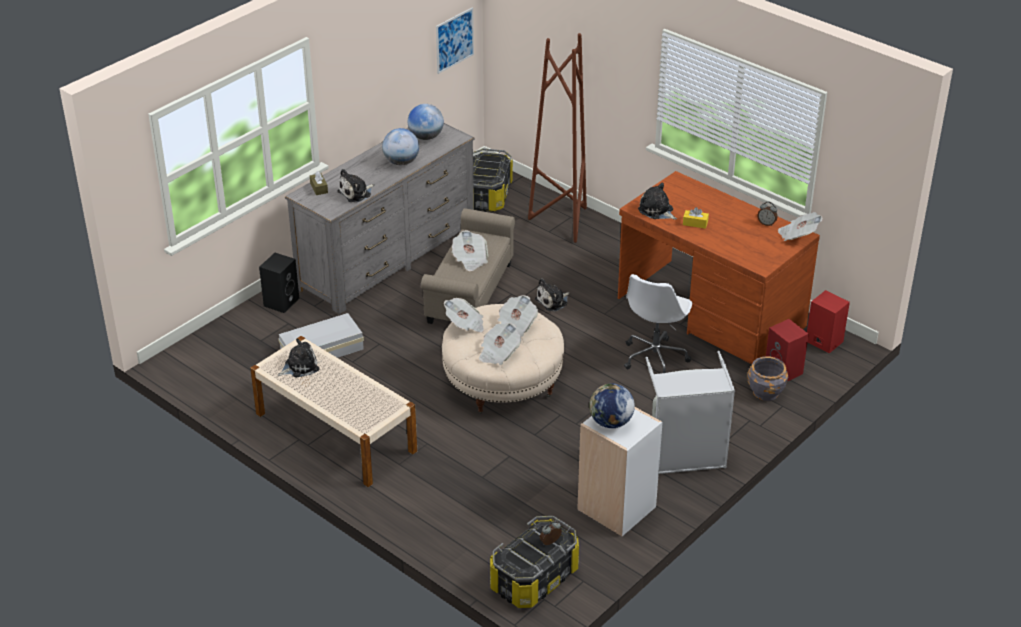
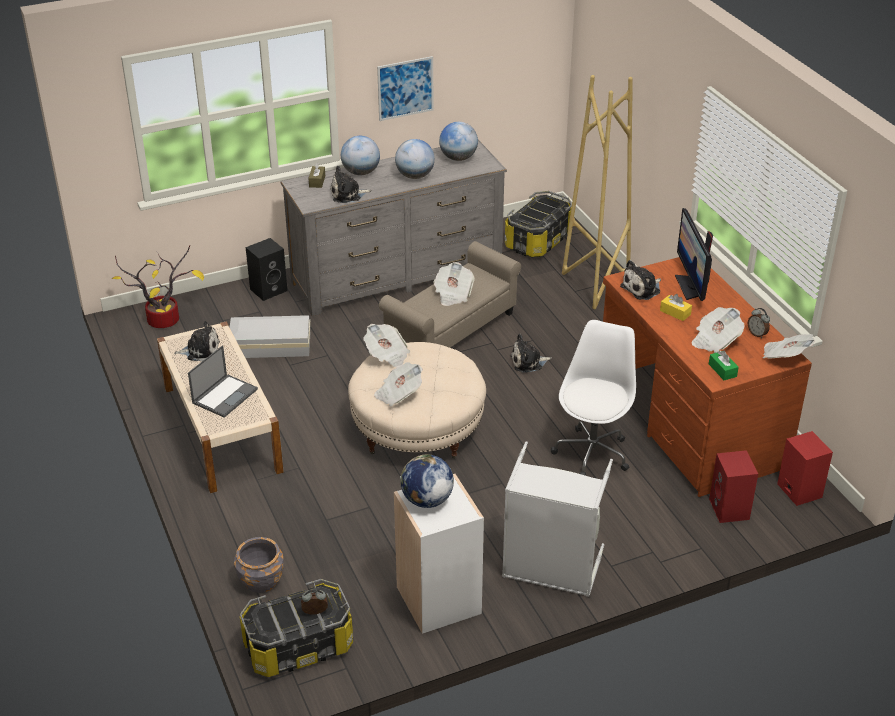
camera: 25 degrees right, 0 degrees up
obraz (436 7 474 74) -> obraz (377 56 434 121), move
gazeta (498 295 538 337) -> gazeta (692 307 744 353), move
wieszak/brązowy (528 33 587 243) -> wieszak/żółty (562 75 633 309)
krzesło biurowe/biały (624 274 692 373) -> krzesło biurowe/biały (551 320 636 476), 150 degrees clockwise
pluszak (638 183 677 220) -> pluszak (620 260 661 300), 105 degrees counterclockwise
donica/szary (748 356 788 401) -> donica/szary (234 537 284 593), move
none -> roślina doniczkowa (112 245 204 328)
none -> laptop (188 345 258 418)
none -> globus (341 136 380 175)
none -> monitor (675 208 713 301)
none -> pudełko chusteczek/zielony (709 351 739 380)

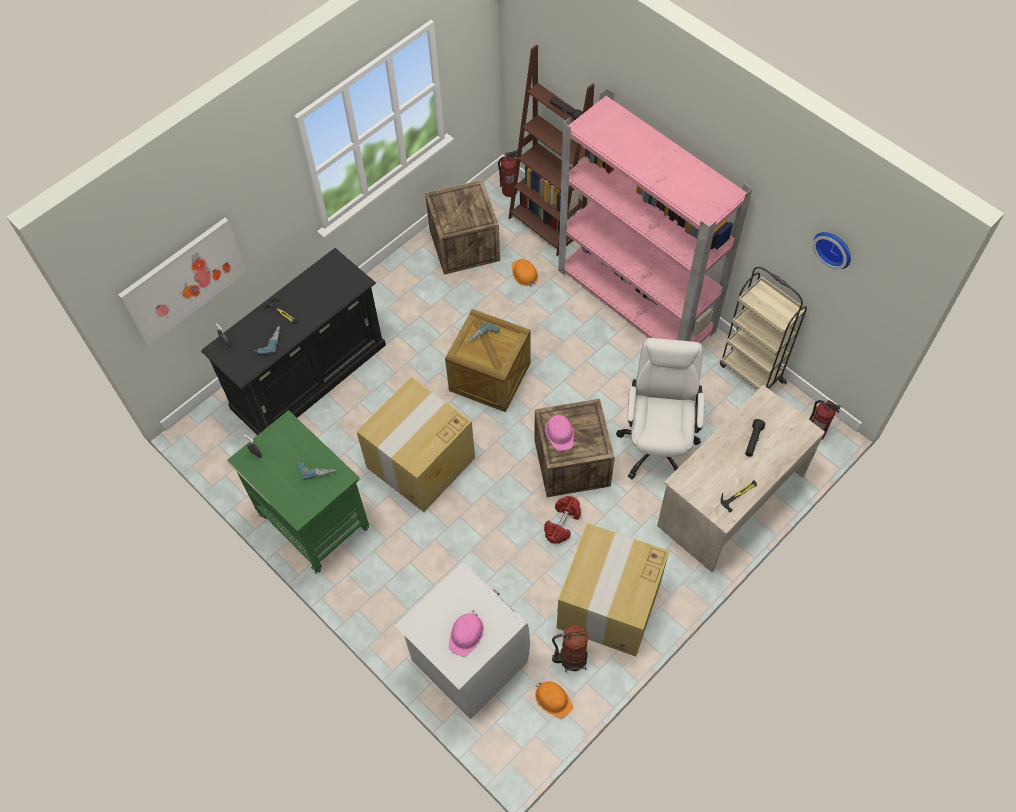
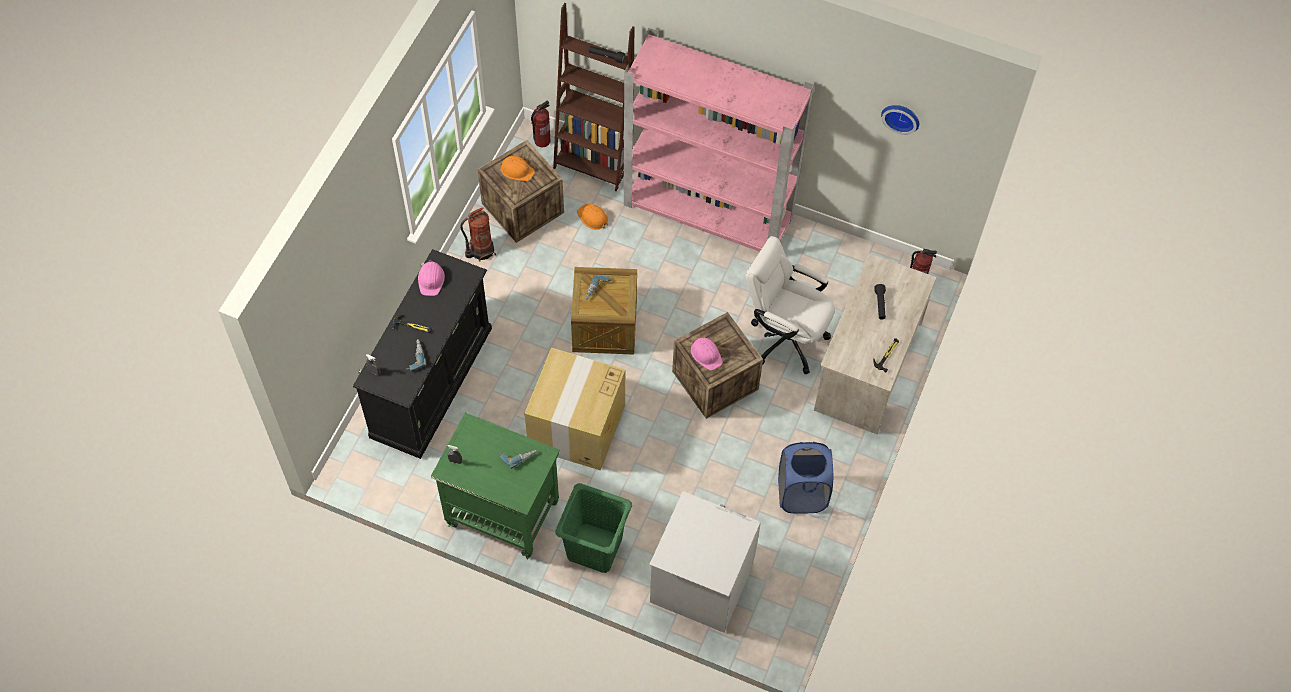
camera: 25 degrees left, 0 degrees up
obraz (118 217 247 346) -> none
kask/różowy (449 610 484 657) -> kask/różowy (418 260 445 296), move
kask/pomarańczowy (535 682 573 719) -> kask/pomarańczowy (499 156 535 181), move
hantel/czerwony (544 496 581 544) -> none
gaśnica (552 624 589 672) -> gaśnica (460 207 496 262), move
karton (557 523 669 657) -> kosz na pranie/niebieski (778 442 833 514)
krzesło biurowe/biały (616 338 705 479) -> krzesło biurowe/biały (746 236 835 374), 45 degrees counterclockwise
wózek/beżowy (720 267 807 390) -> none
none -> kosz na pranie/zielony (555 483 632 573)

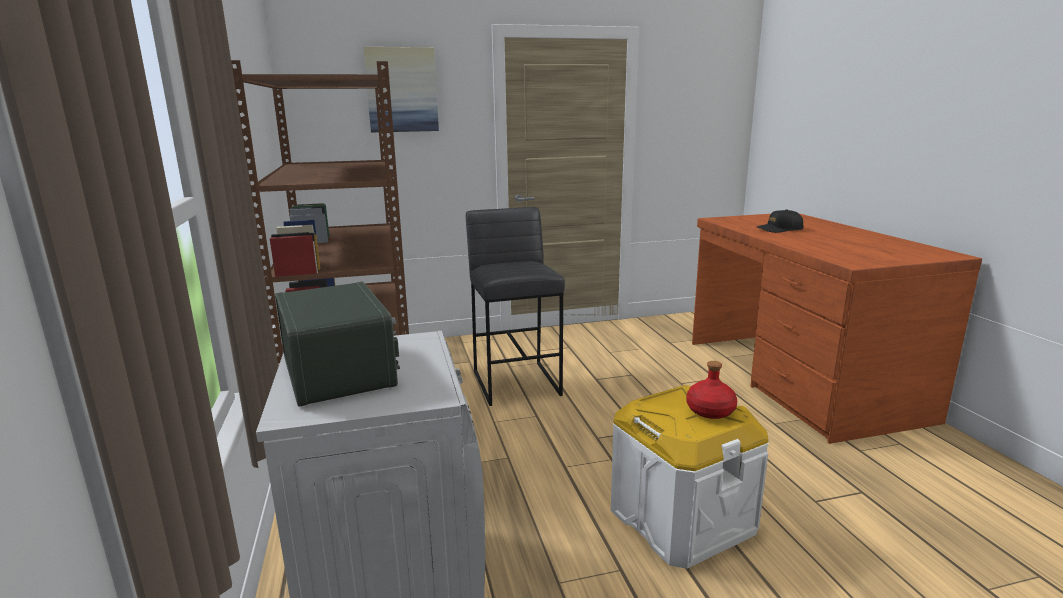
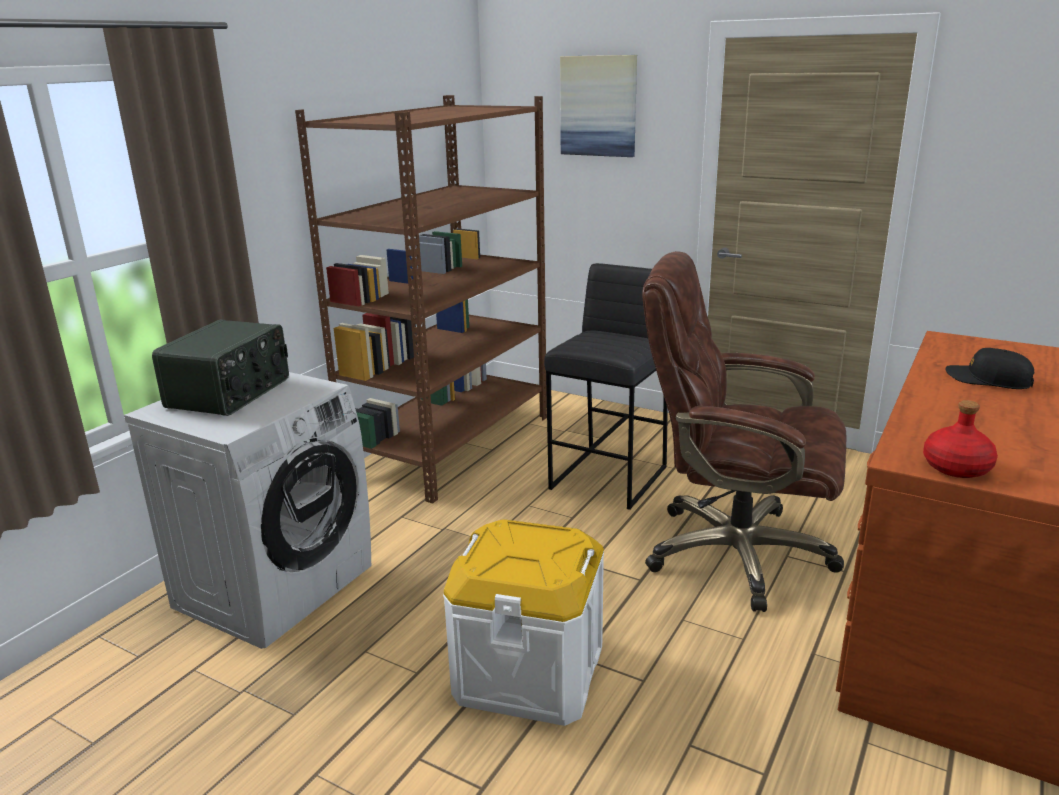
camera: 45 degrees right, 5 degrees up
butelka/czerwony (686 361 737 419) -> butelka/czerwony (923 400 998 478), move
none -> krzesło biurowe/brązowy (642 251 846 612)

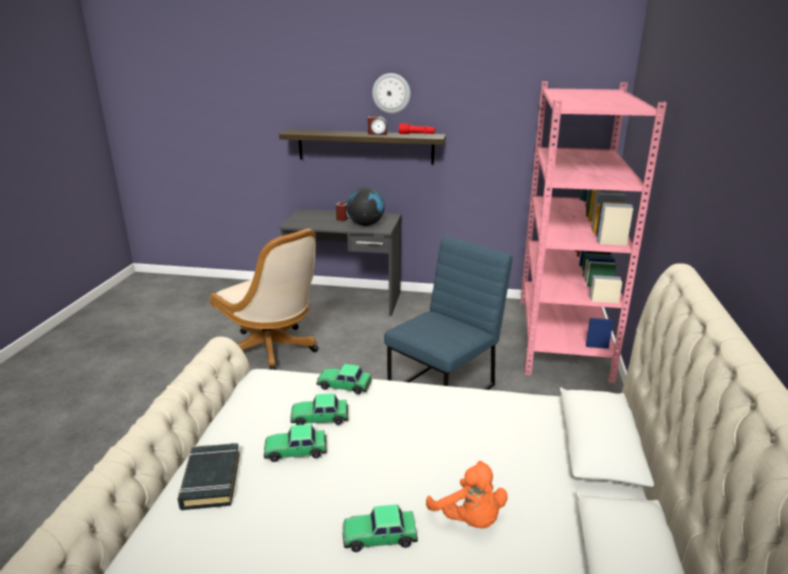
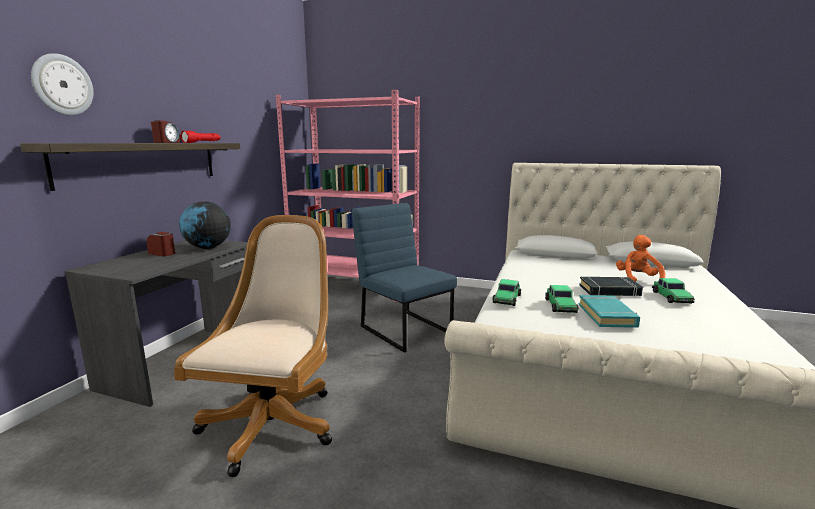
camera: 80 degrees left, 10 degrees down
książka/czarny (178 443 240 510) -> książka/czarny (579 277 643 297), move
krzesło biurowe (210 229 318 370) -> krzesło biurowe (174 215 332 477), 45 degrees counterclockwise
samochodzik (264 424 327 462) -> książka/turkusowy (579 295 640 328)
zegar ścienny (372 73 410 113) -> zegar ścienny (31 53 94 115), move
pluszak/pomarańczowy (426 461 508 528) -> pluszak/pomarańczowy (616 235 665 282), 60 degrees counterclockwise

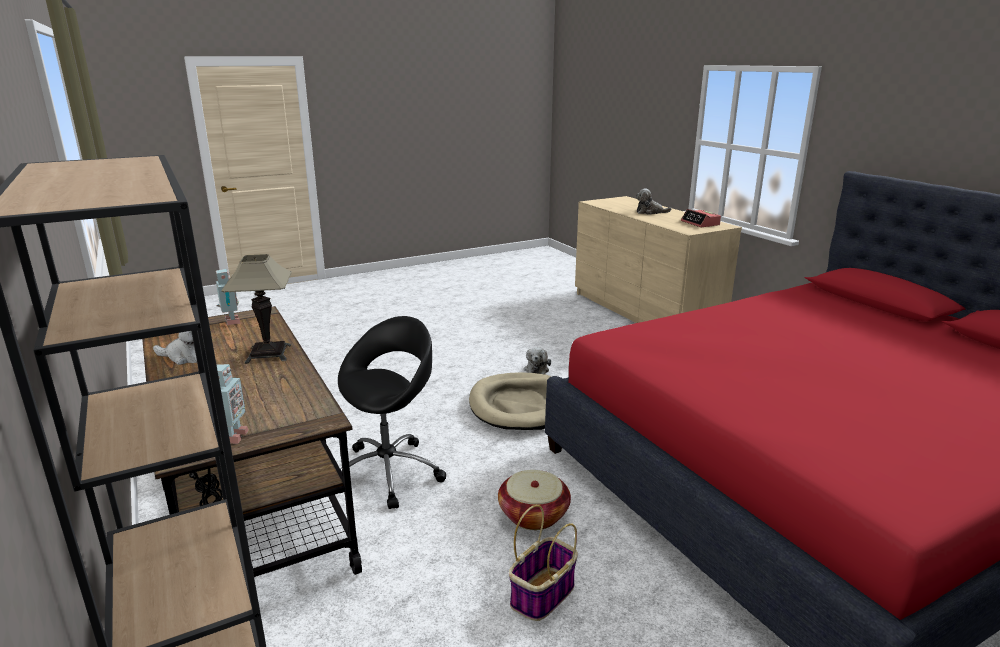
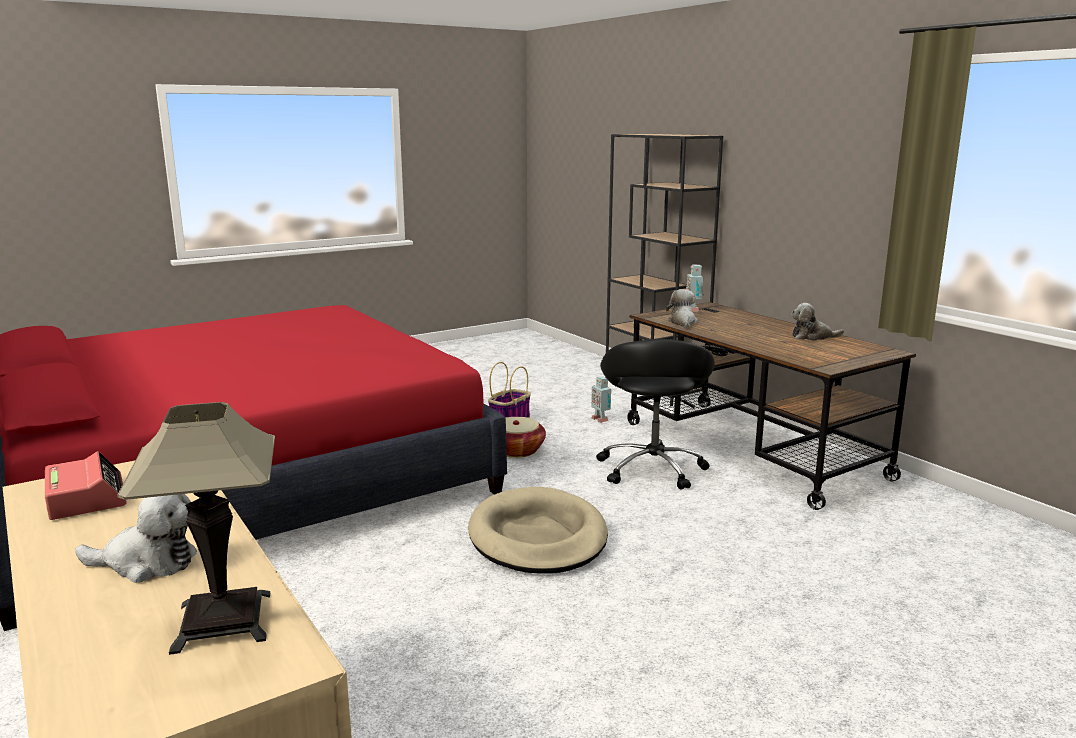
camera: 175 degrees right, 5 degrees down
robot zabawkowy (216 269 240 325) -> robot zabawkowy (591 376 611 423), move
lampa stołowa (221 254 292 364) -> lampa stołowa (117 402 275 655), move
krzesło biurowe/czarny (338 316 446 509) -> krzesło biurowe/czarny (596 339 715 489), 45 degrees counterclockwise
pluszak (524 347 551 375) -> pluszak (666 289 698 328), move

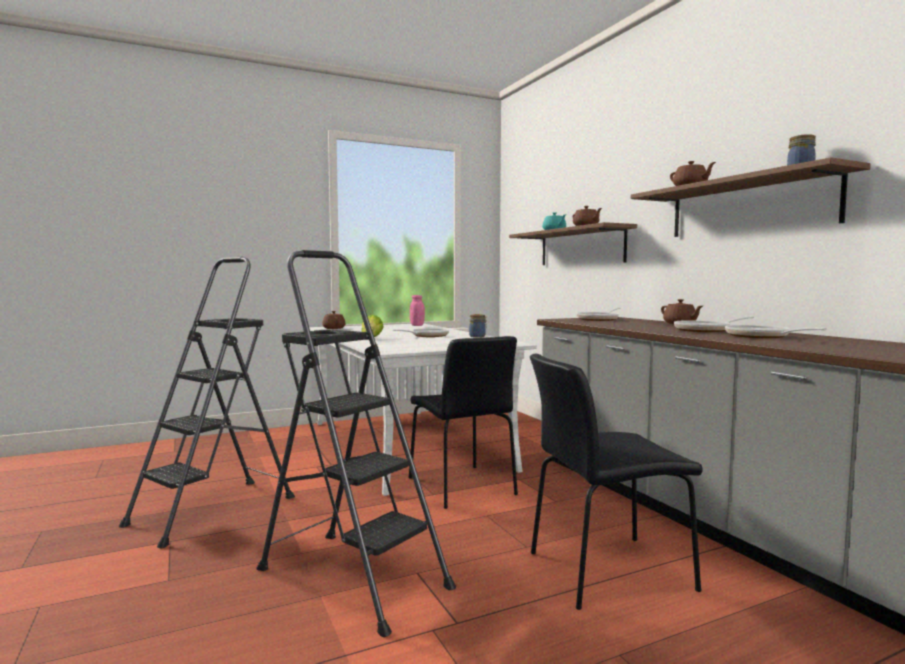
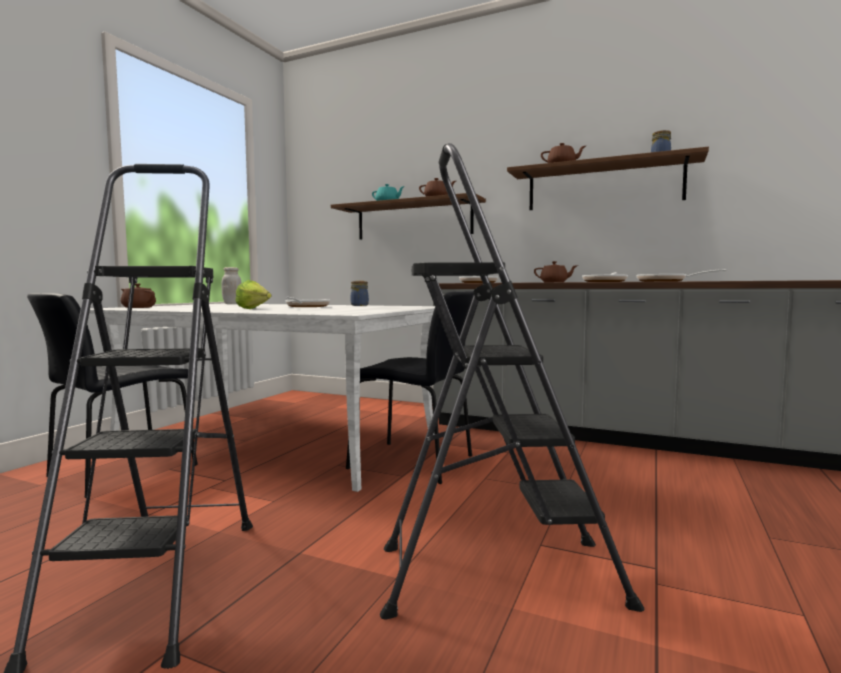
camera: 40 degrees left, 0 degrees up
słoik/różowy (410 295 425 326) -> słoik/biały (221 267 242 304)
krzesło/czarny (530 354 703 610) -> krzesło/czarny (27 293 198 498), move

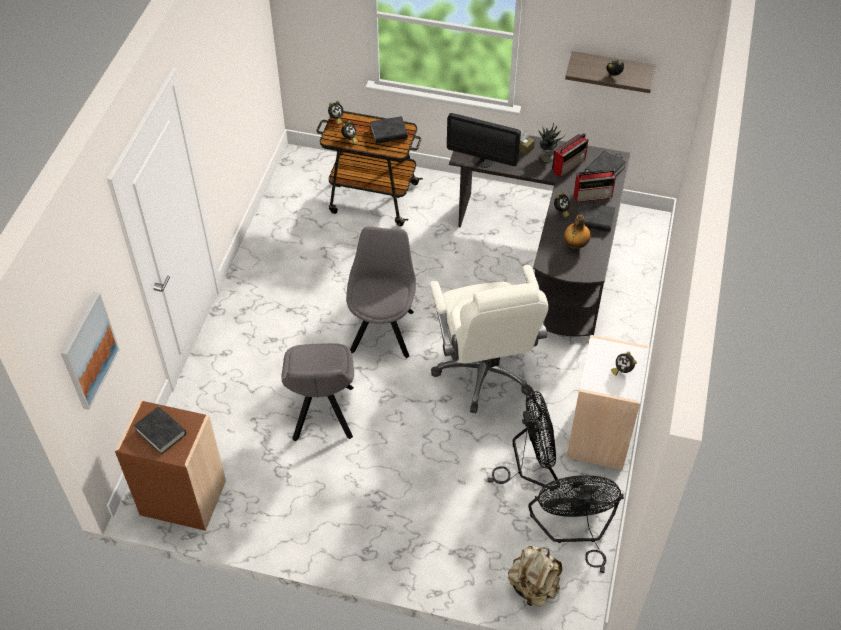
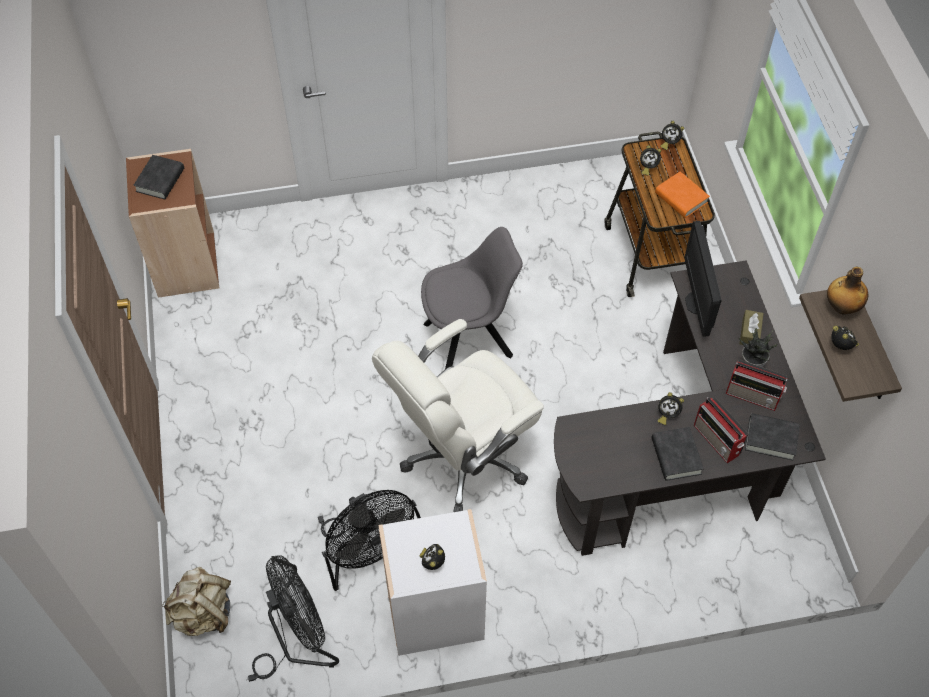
camera: 65 degrees right, 5 degrees up
obraz (61 292 120 410) -> none
krzesło/szary (281 343 354 442) -> none
książka/czarny (370 116 408 144) -> książka/pomarańczowy (655 171 710 218)
butelka (564 215 591 250) -> butelka (827 267 869 315), move

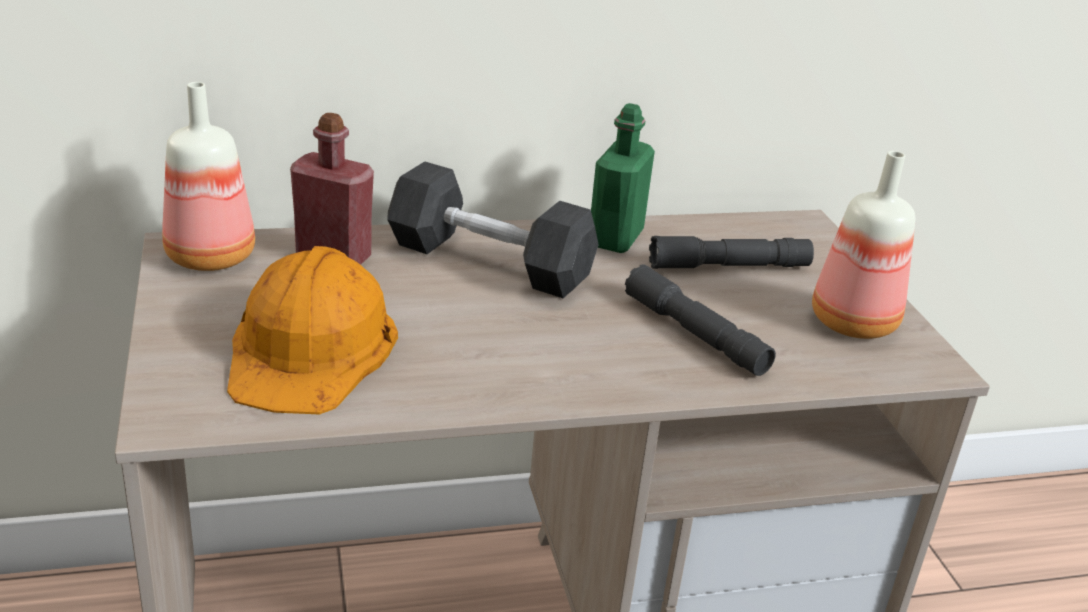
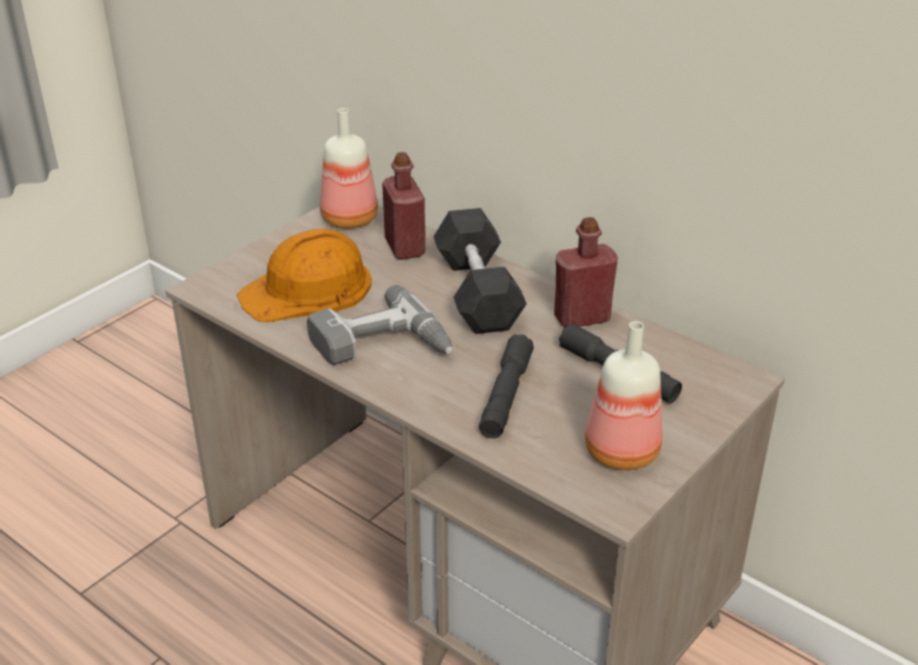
camera: 55 degrees right, 5 degrees up
butelka/zielony (591 103 655 253) -> butelka/czerwony (554 217 618 328)
none -> wiertarka (307 284 453 365)

